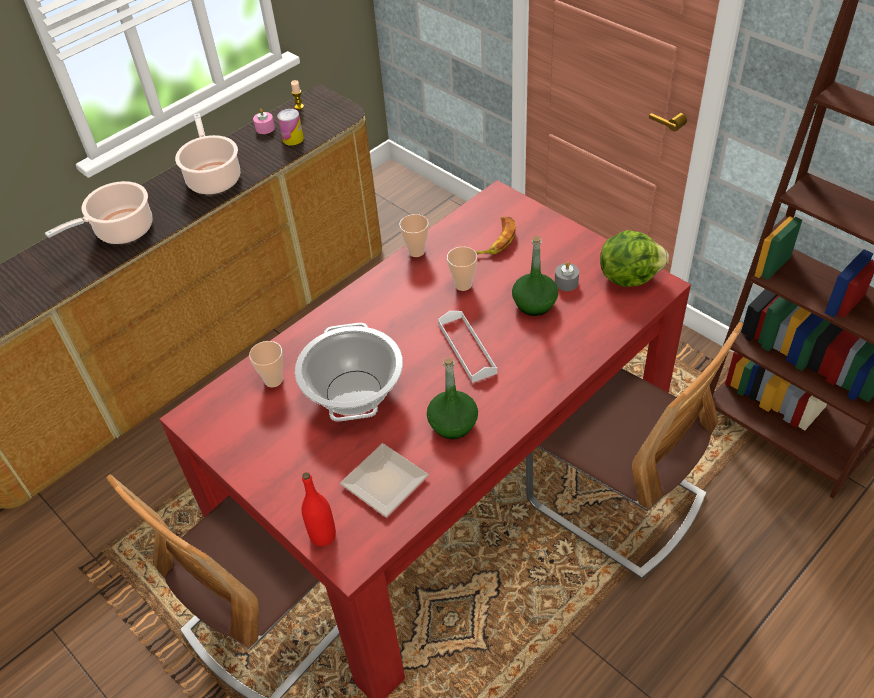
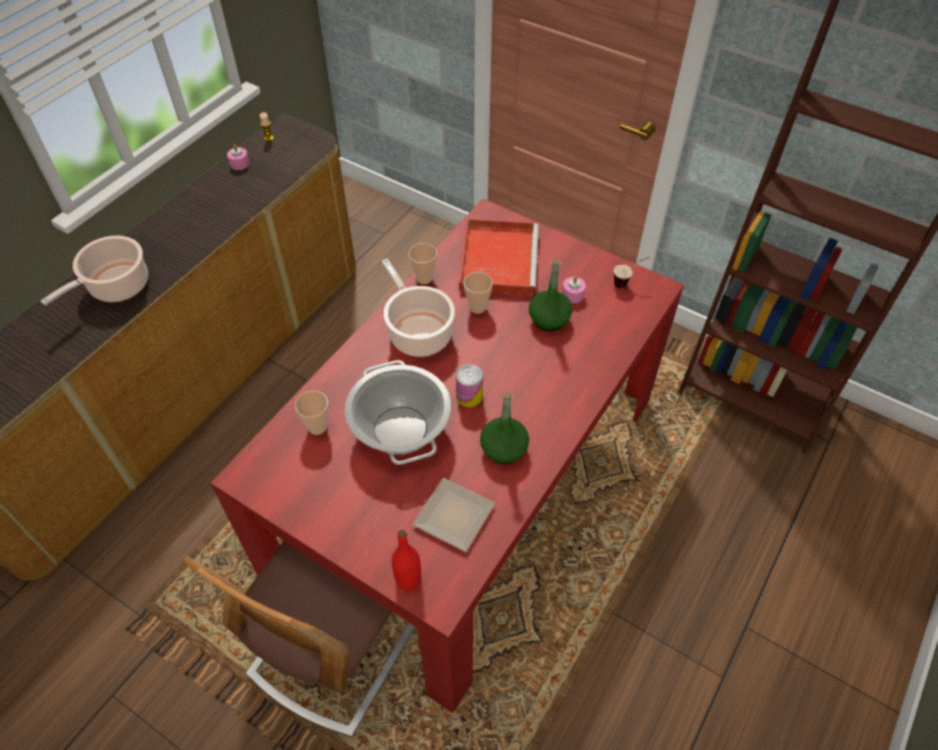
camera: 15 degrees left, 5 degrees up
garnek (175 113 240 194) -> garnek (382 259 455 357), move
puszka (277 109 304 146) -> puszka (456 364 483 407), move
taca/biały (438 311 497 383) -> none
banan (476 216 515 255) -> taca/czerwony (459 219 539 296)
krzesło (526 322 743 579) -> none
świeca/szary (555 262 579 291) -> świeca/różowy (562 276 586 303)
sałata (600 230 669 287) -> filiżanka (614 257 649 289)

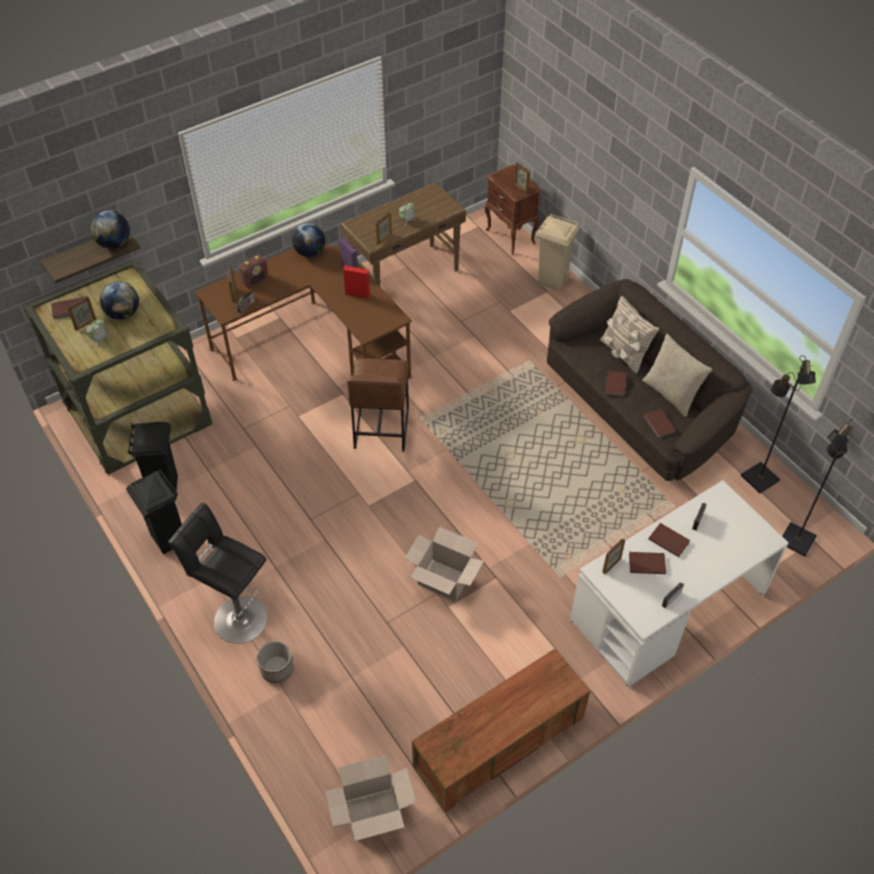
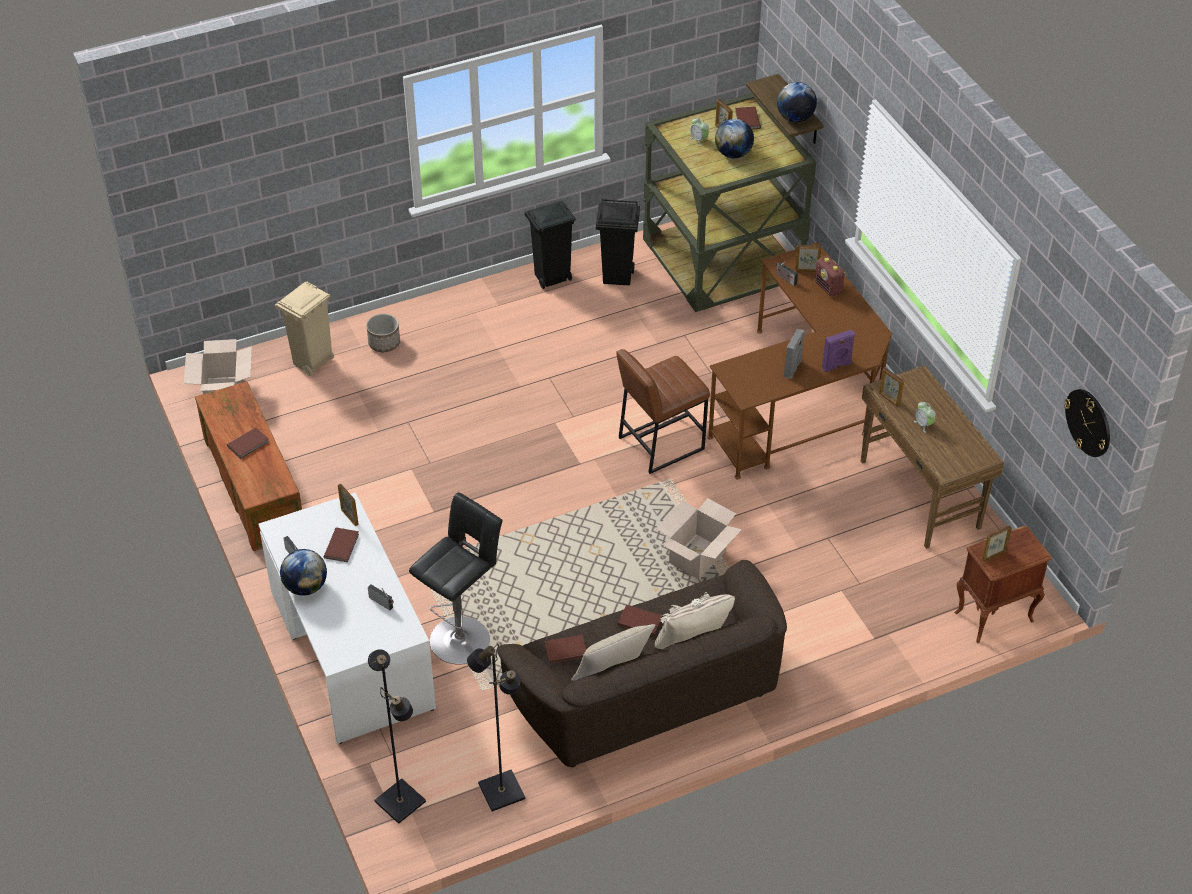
camera: 100 degrees right, 5 degrees down
stołek/czarny (168 503 268 644) -> stołek/czarny (409 492 503 665), move
globus (292 223 325 257) -> globus (280 549 327 596), move
głośnik/czerwony (343 265 370 299) -> głośnik/szary (784 329 805 379)
krzesło/brązowy (347 358 409 451) -> krzesło/brązowy (616 349 710 474), 45 degrees counterclockwise
karton (404 527 484 601) -> karton (656 498 742 579), move
kosz na śmieci/beżowy (535 214 579 291) -> kosz na śmieci/beżowy (275 282 334 376), move
książka/brązowy (648 523 690 557) -> książka/brązowy (227 427 269 459), move
none -> zegar ścienny (1064 389 1110 457)

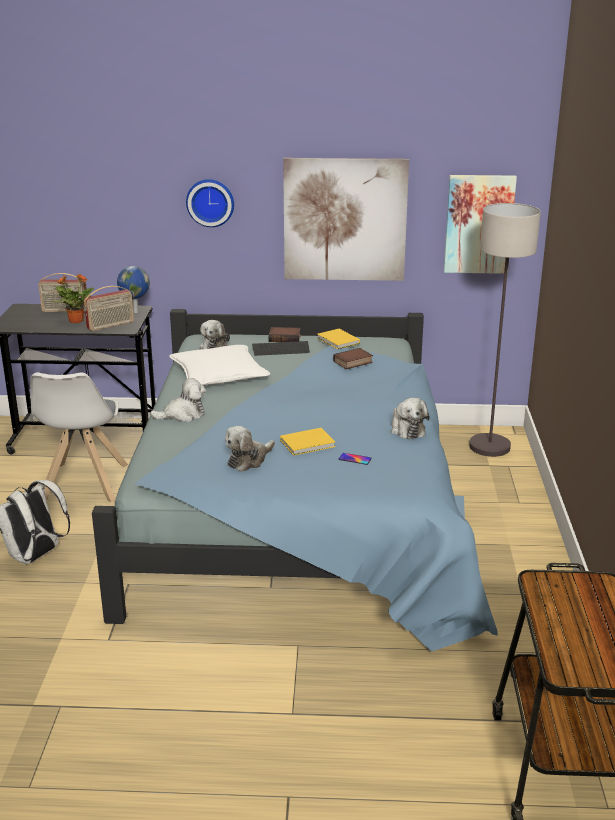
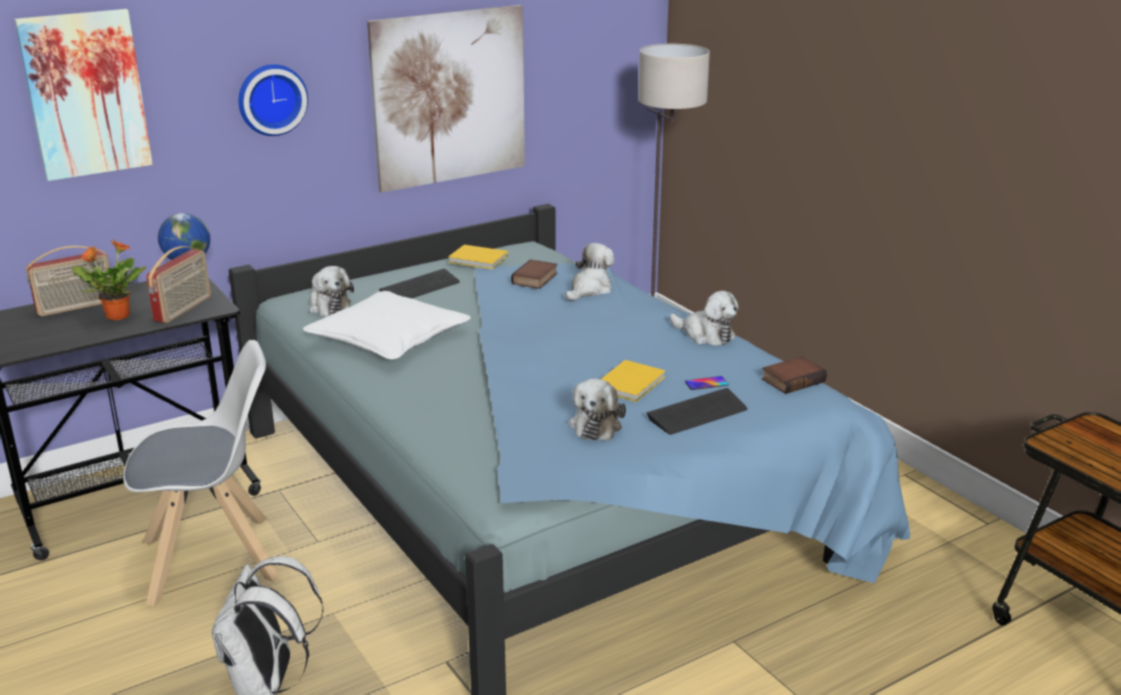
camera: 35 degrees left, 0 degrees up
krzesło (30 372 128 502) -> krzesło (123 340 280 606), 75 degrees counterclockwise
pluszak (150 378 206 422) -> pluszak (565 243 614 301), move
książka (269 327 301 342) -> książka (762 356 827 394), move
obraz (444 175 517 274) -> obraz (14 9 153 181), move
none -> klawiatura (646 388 747 435)

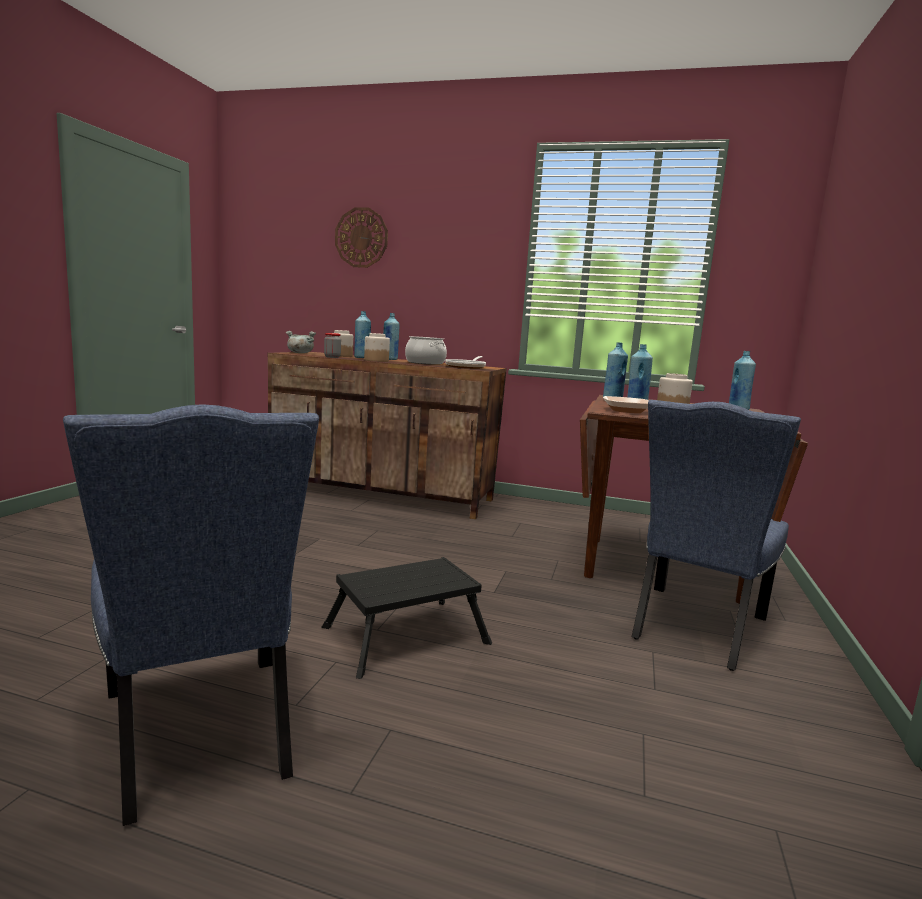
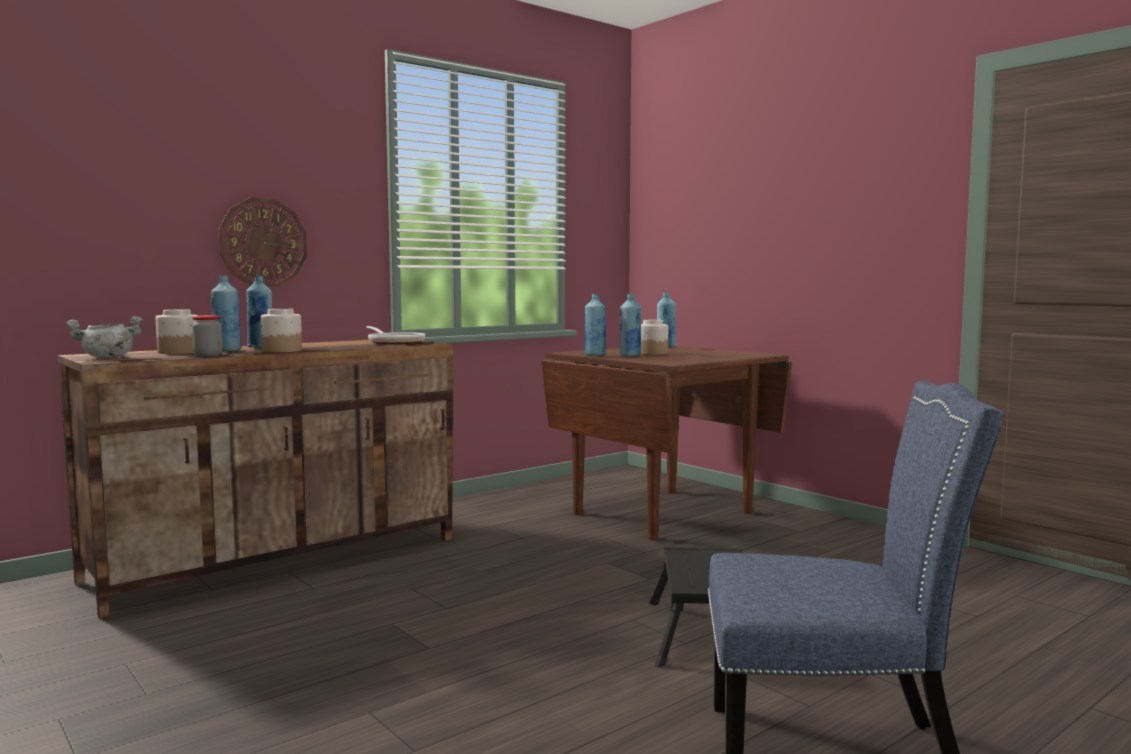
camera: 55 degrees left, 5 degrees down
zegar ścienny (335 207 388 268) -> zegar ścienny (218 197 307 287), move
garnek (405 336 447 365) -> none
miska (603 396 649 413) -> none
krzesło/niebieski (632 400 801 671) -> none

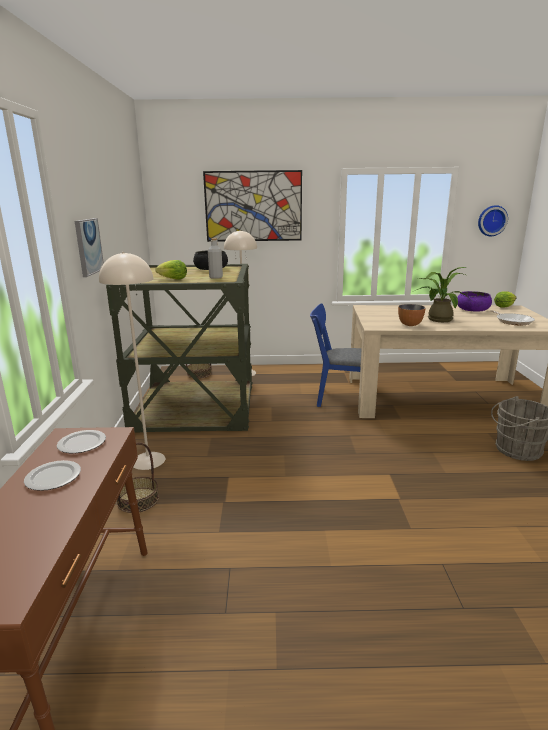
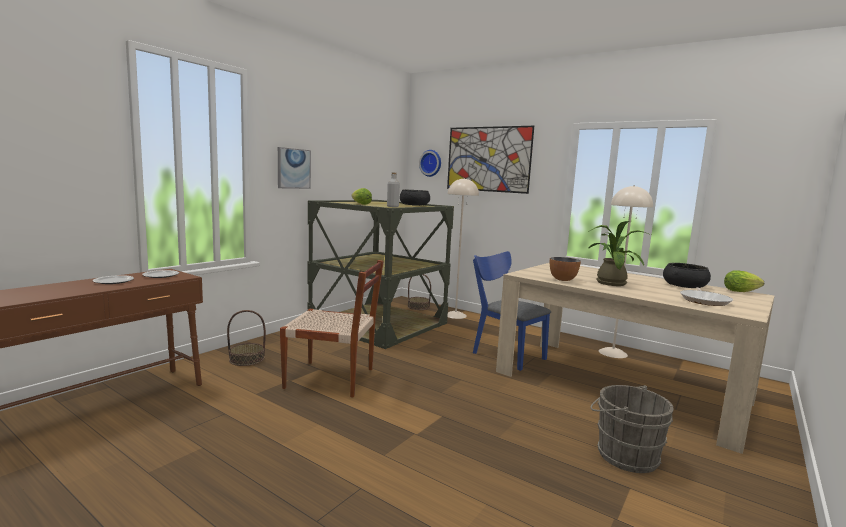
camera: 35 degrees right, 10 degrees down
lampa stojąca/beżowy (99 252 165 470) -> lampa stojąca/beżowy (599 185 653 358), move
miska/fioletowy (457 291 492 312) -> miska/czarny (663 263 711 288)
zegar ścienny (478 205 508 236) -> zegar ścienny (419 150 441 177), move
none -> krzesło (280 260 384 397)

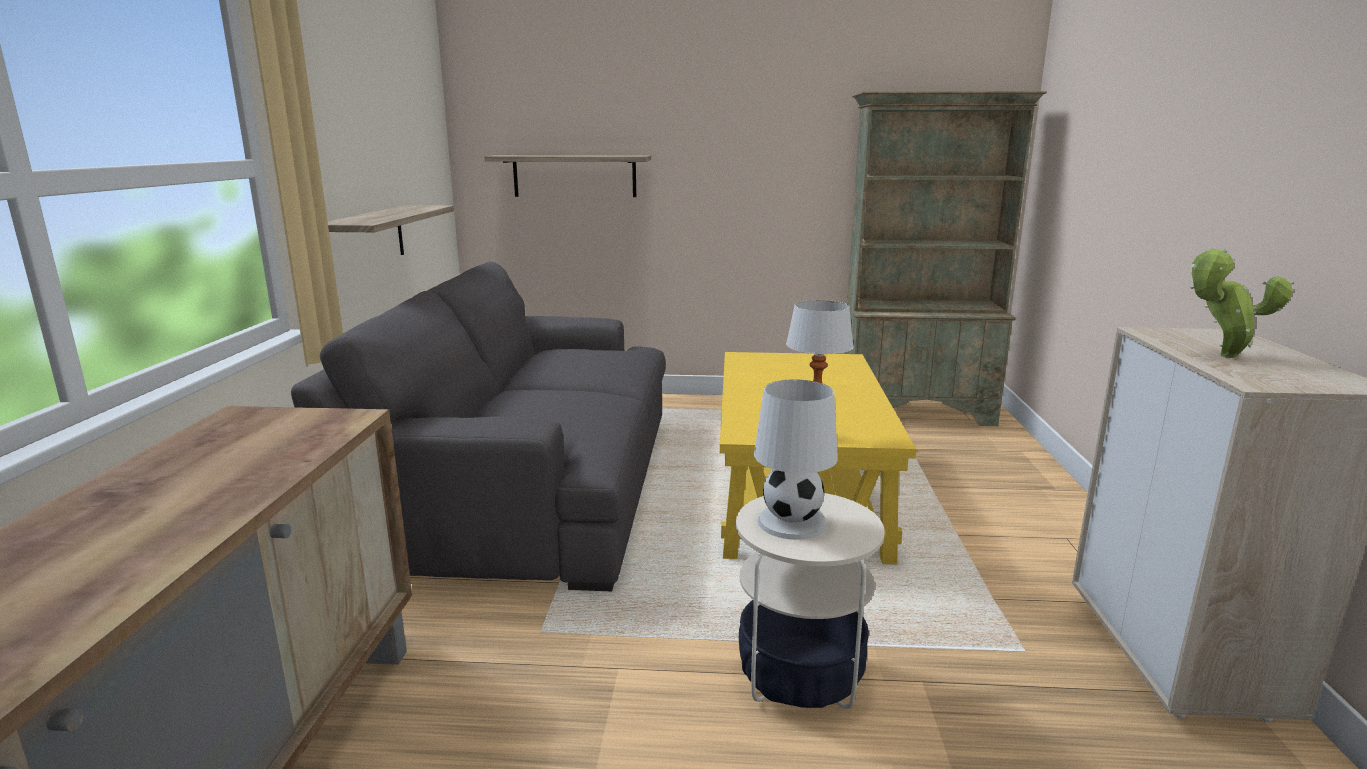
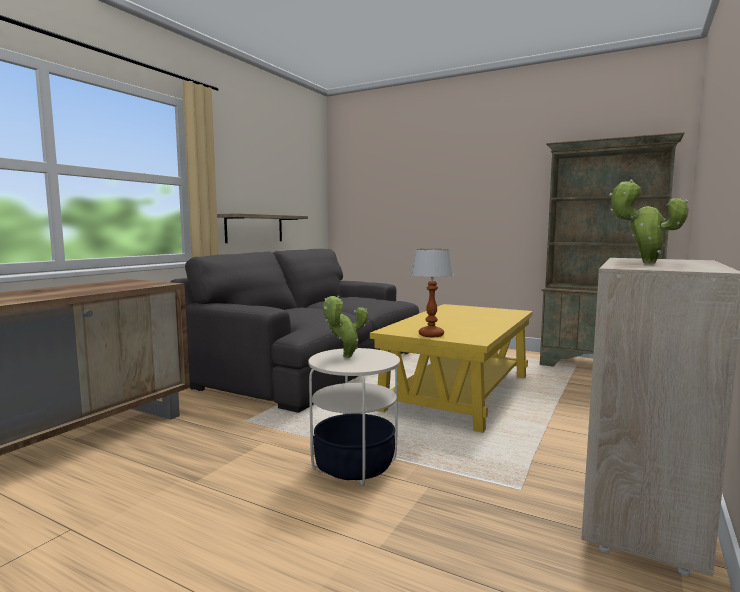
camera: 25 degrees right, 10 degrees down
półka (484 155 651 197) -> none
lampa stołowa/biały (754 379 838 540) -> roślina doniczkowa (323 296 368 358)

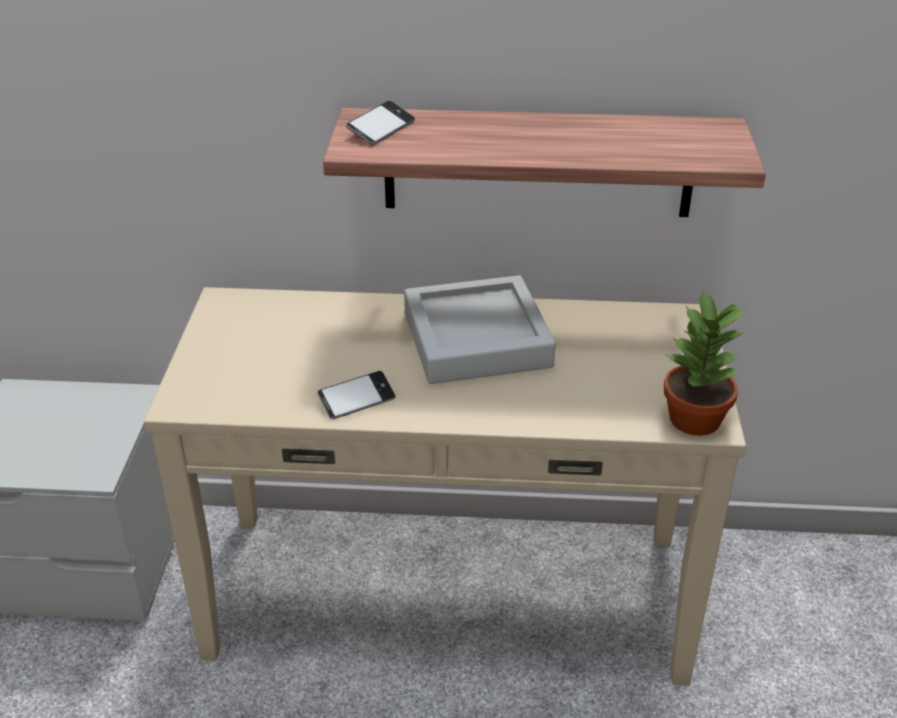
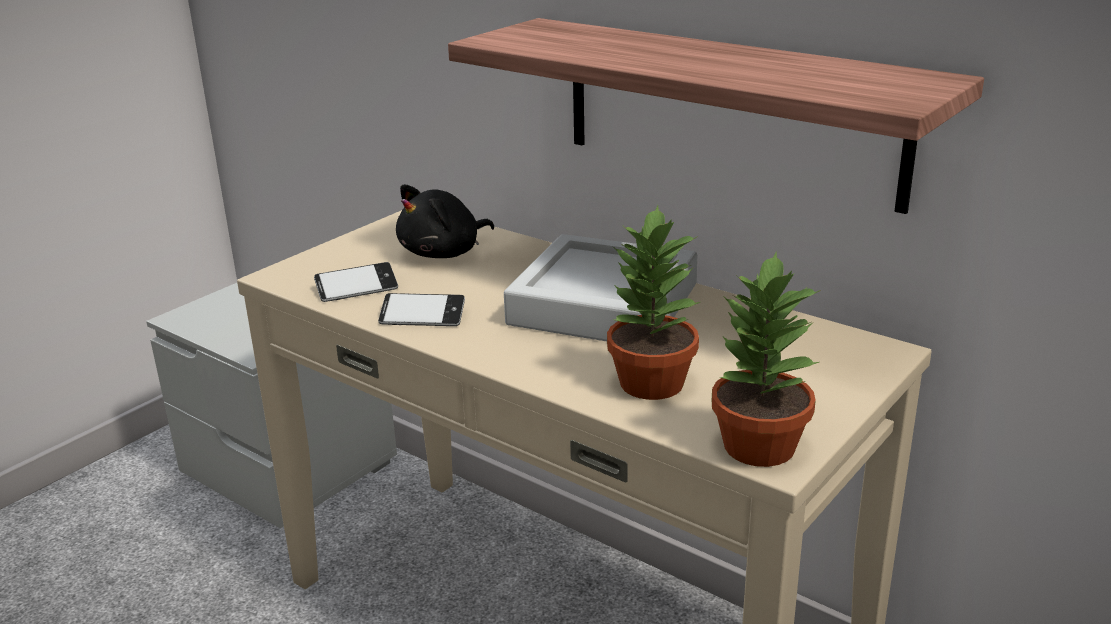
camera: 35 degrees right, 10 degrees down
telefon (346 101 415 145) -> telefon (314 262 398 302), move
none -> pluszak/czarny (396 184 494 258)
none -> roślina doniczkowa (607 205 700 400)

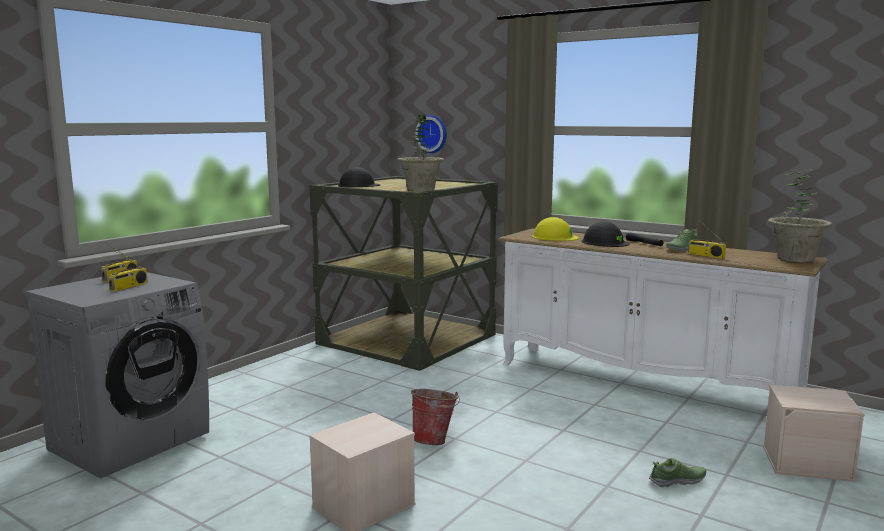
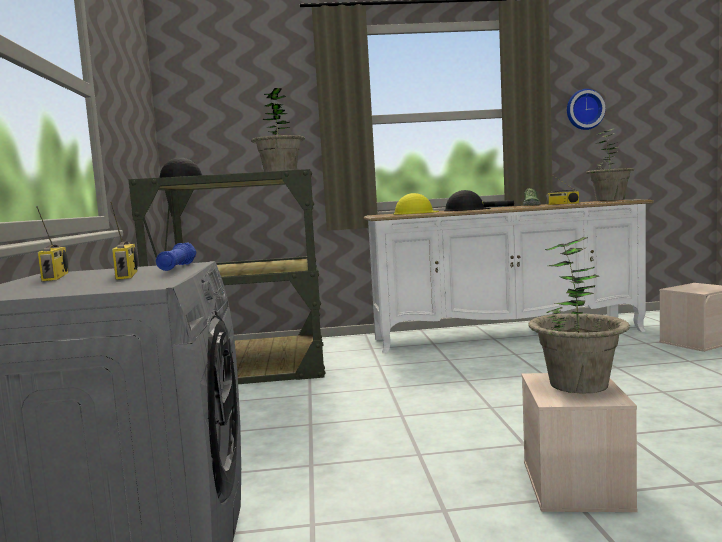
camera: 40 degrees left, 5 degrees down
wiadro (411 389 460 445) -> none
zegar ścienny (415 115 447 153) -> zegar ścienny (567 89 605 130), move
but (649 458 706 487) -> none
none -> latarka/niebieski (156 242 196 271)
none -> roślina doniczkowa (528 237 630 394)

